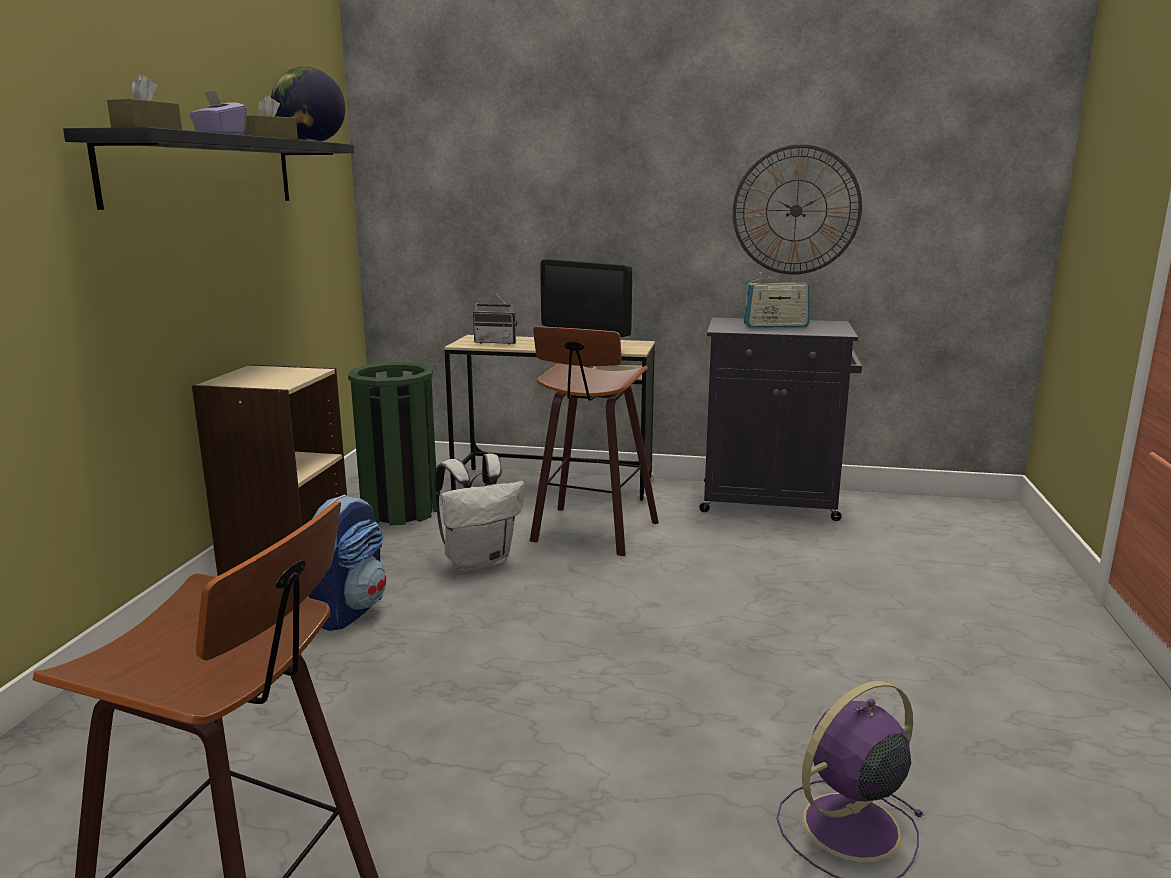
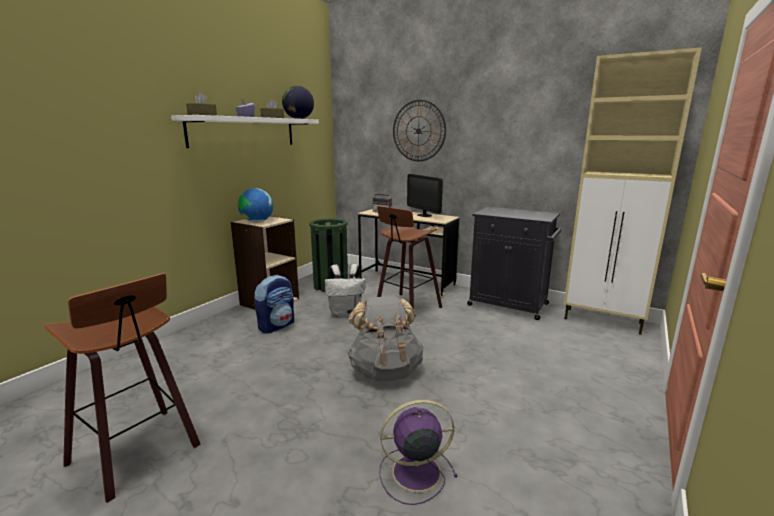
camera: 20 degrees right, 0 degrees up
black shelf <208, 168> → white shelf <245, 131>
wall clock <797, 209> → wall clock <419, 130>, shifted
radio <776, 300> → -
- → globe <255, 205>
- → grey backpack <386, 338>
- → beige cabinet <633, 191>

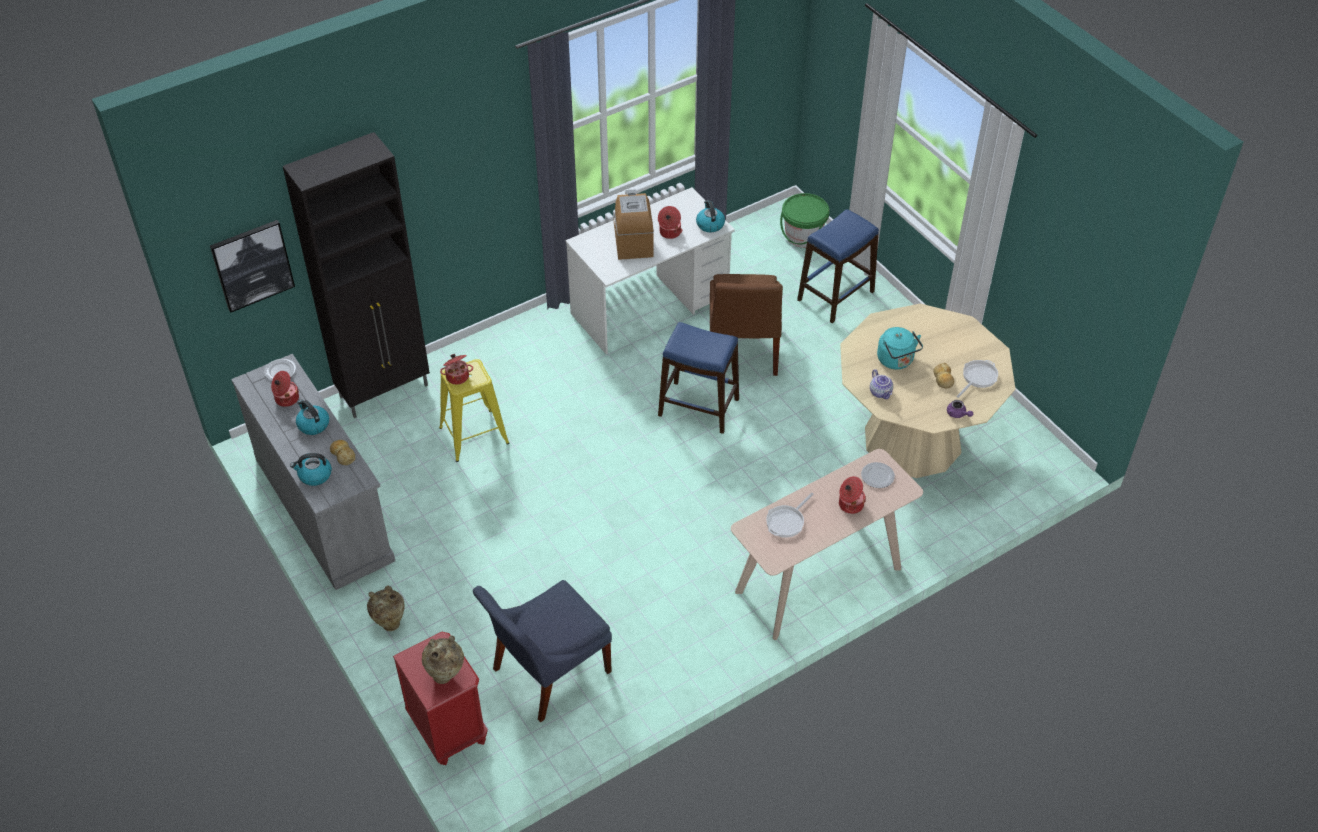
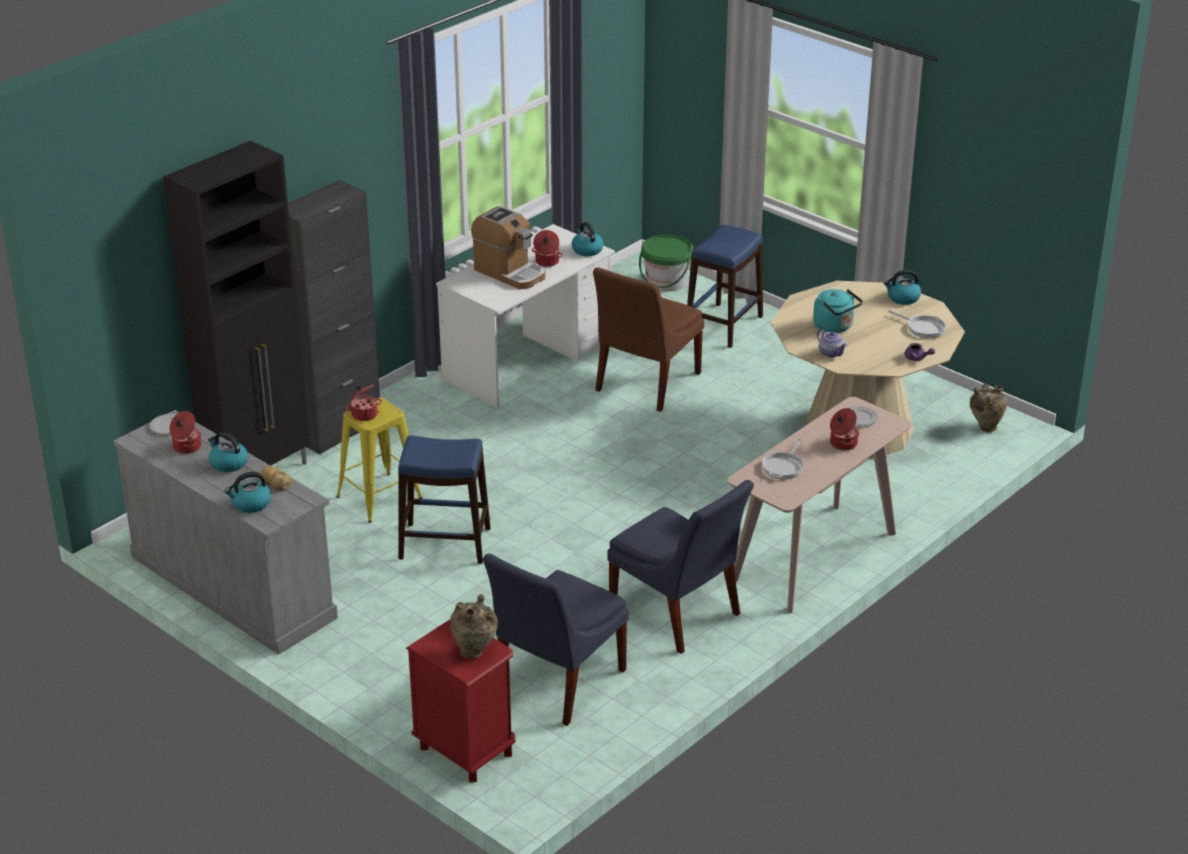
camera: 15 degrees left, 15 degrees down
picture <252, 266> → -
beige vase <386, 608> → beige vase <988, 408>, shifted
coffee machine <634, 224> → coffee machine <508, 247>, 150 degrees clockwise
blue stool <698, 378> → blue stool <444, 499>, shifted
brown chair <746, 325> → brown chair <648, 339>, 45 degrees clockwise
bread <944, 375> → -
frying pan <977, 379> → frying pan <917, 324>, 105 degrees clockwise
- → black cabinet <334, 317>
- → blue chair <680, 567>
- → kettle <902, 287>

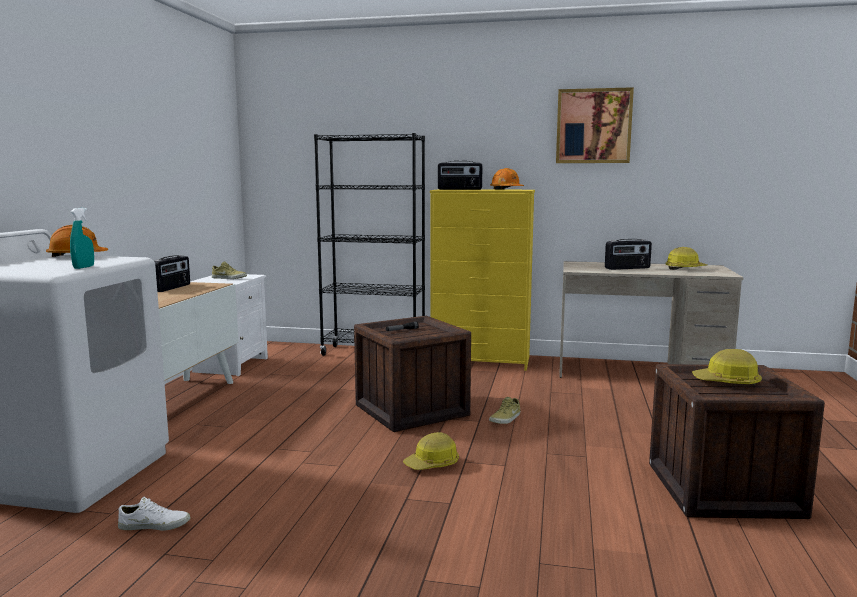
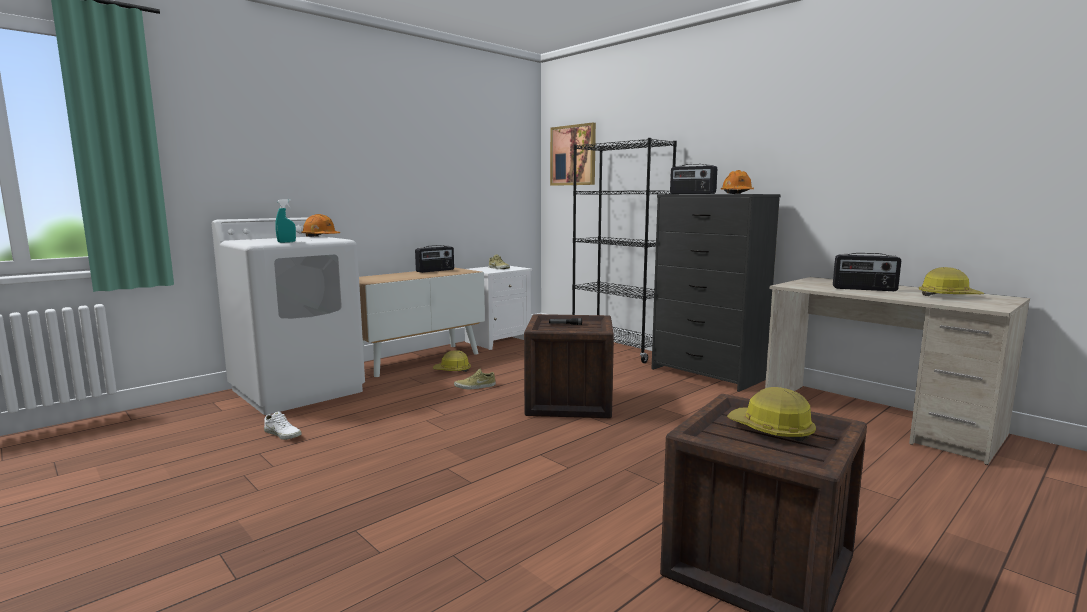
camera: 35 degrees right, 0 degrees up
hard hat <431, 451> → hard hat <452, 361>, shifted
yellow dresser <482, 280> → black dresser <716, 293>
beige shoe <504, 410> → beige shoe <475, 379>, shifted
picture <595, 125> → picture <573, 154>, shifted

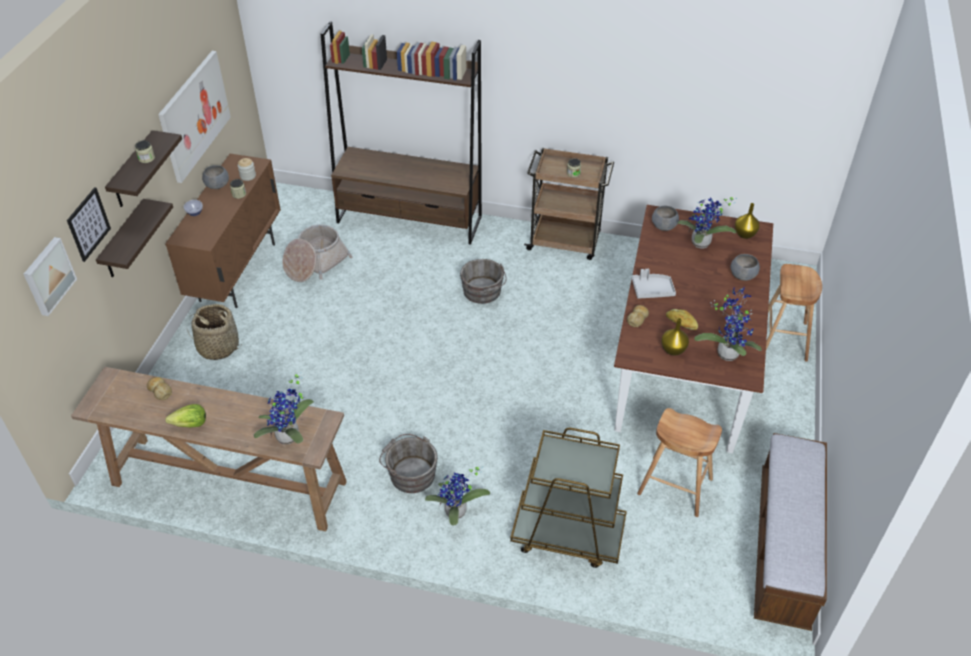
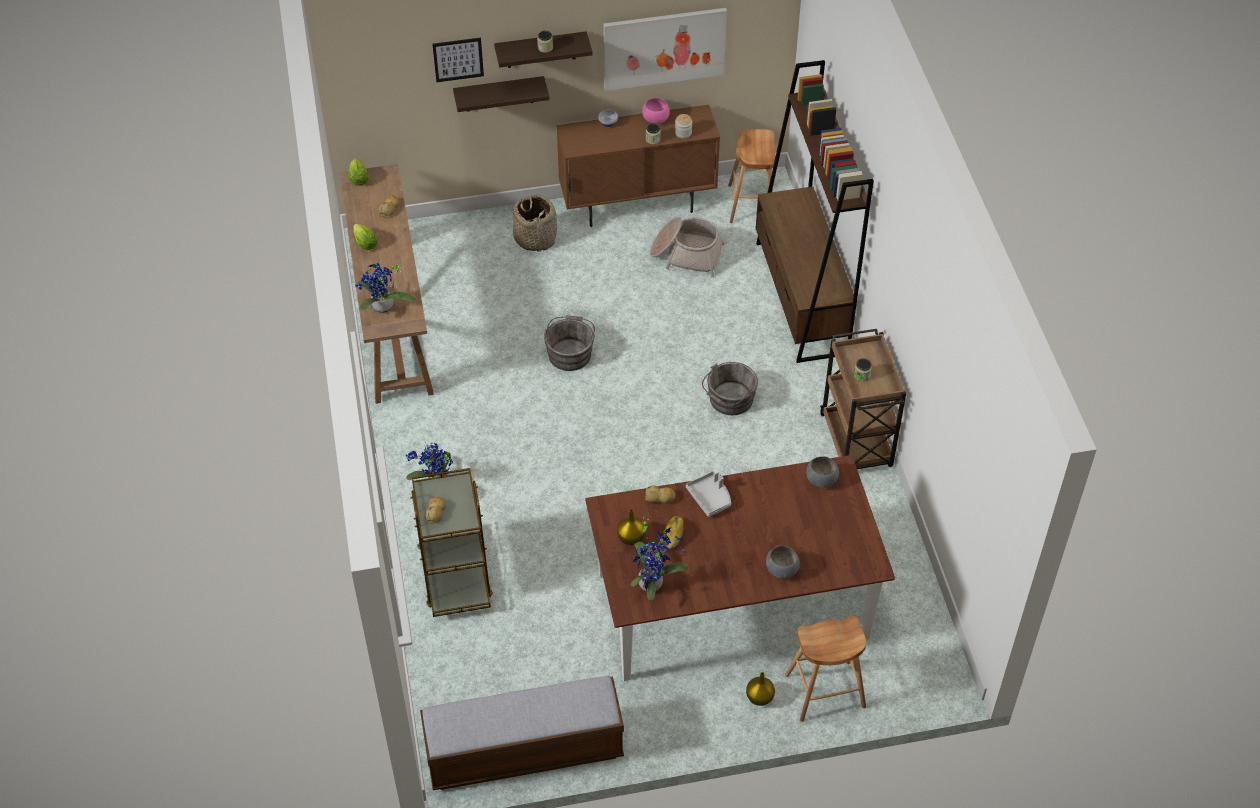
camera: 65 degrees right, 5 degrees up
picture <50, 276> → -
grey bowl <215, 177> → pink bowl <656, 111>
grey bucket <408, 463> → grey bucket <569, 343>, shifted
brown stool <679, 462> → brown stool <752, 176>, shifted
potted plant <707, 222> → -
yellow vase <747, 221> → yellow vase <760, 689>, shifted
- → lettuce <359, 172>
- → bread <435, 510>

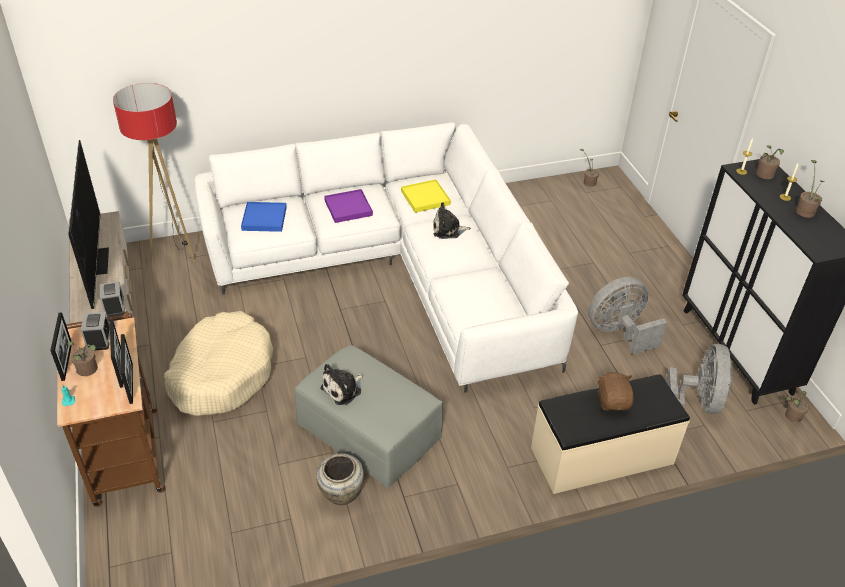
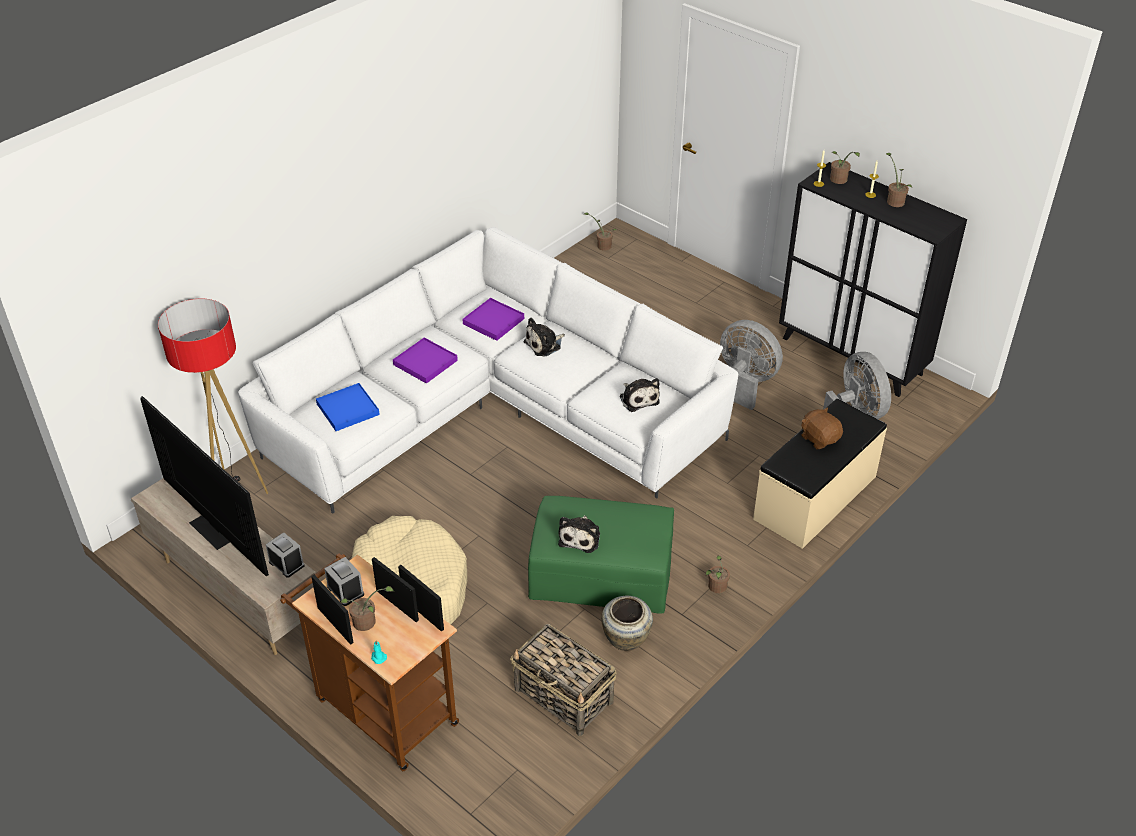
camera: 30 degrees left, 0 degrees up
grey ottoman <369, 416> → green ottoman <601, 555>
yellow tray <426, 196> → purple tray <493, 319>
grey fan <627, 315> → grey fan <751, 365>, 90 degrees clockwise
potted plant <797, 407> → potted plant <718, 574>, shifted
- → basket <563, 680>
- → plush toy <640, 395>

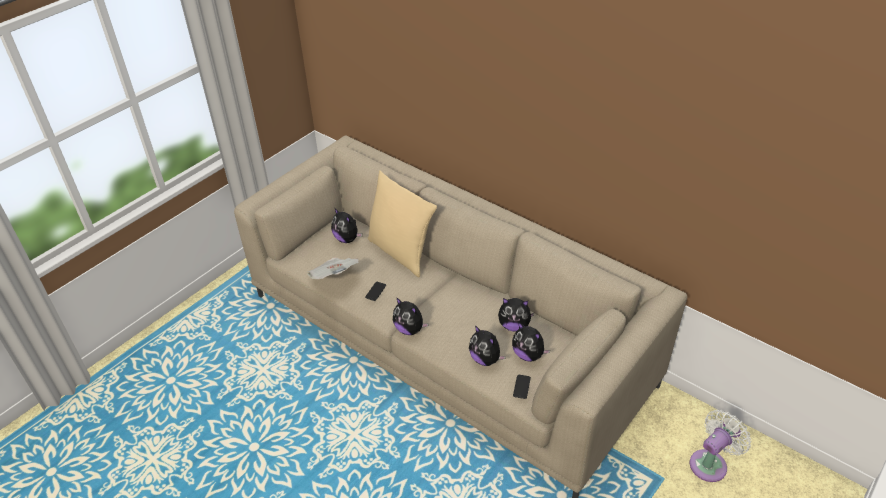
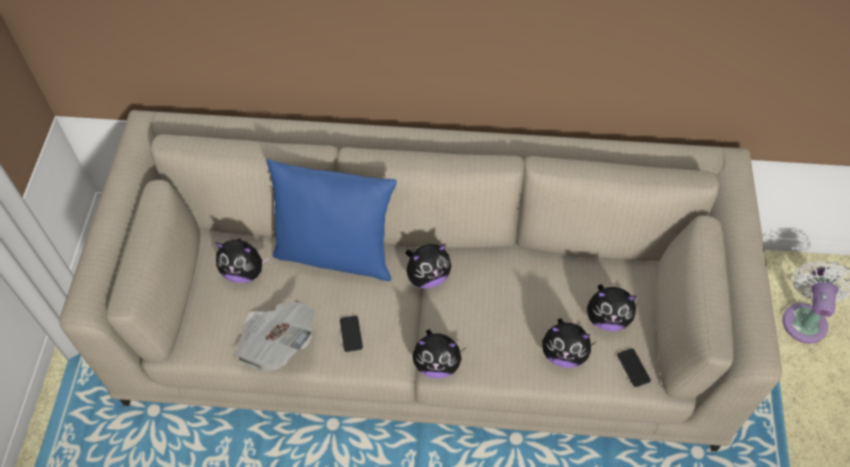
camera: 35 degrees left, 15 degrees up
beige pillow <402, 223> → blue pillow <331, 220>
plush toy <516, 314> → plush toy <428, 266>, shifted

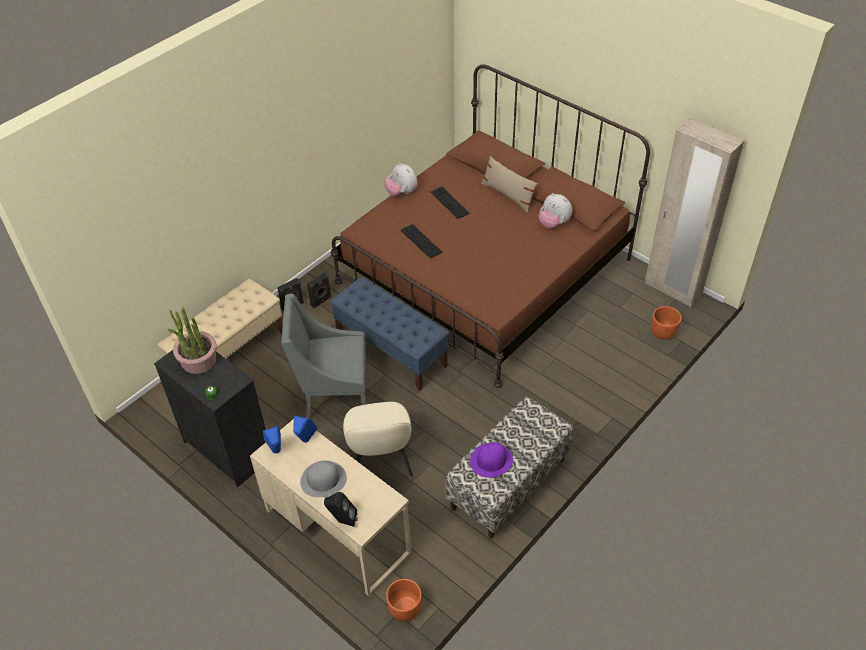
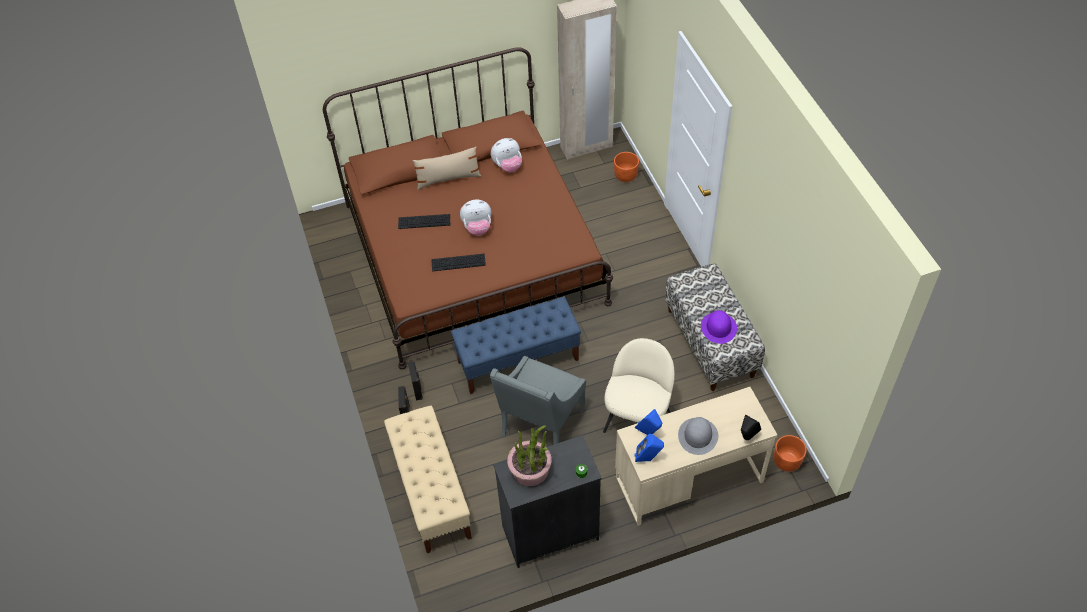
camera: 60 degrees left, 5 degrees up
beige chair <378, 439> → beige chair <639, 385>, 90 degrees counterclockwise
plush toy <400, 179> → plush toy <475, 217>, shifted

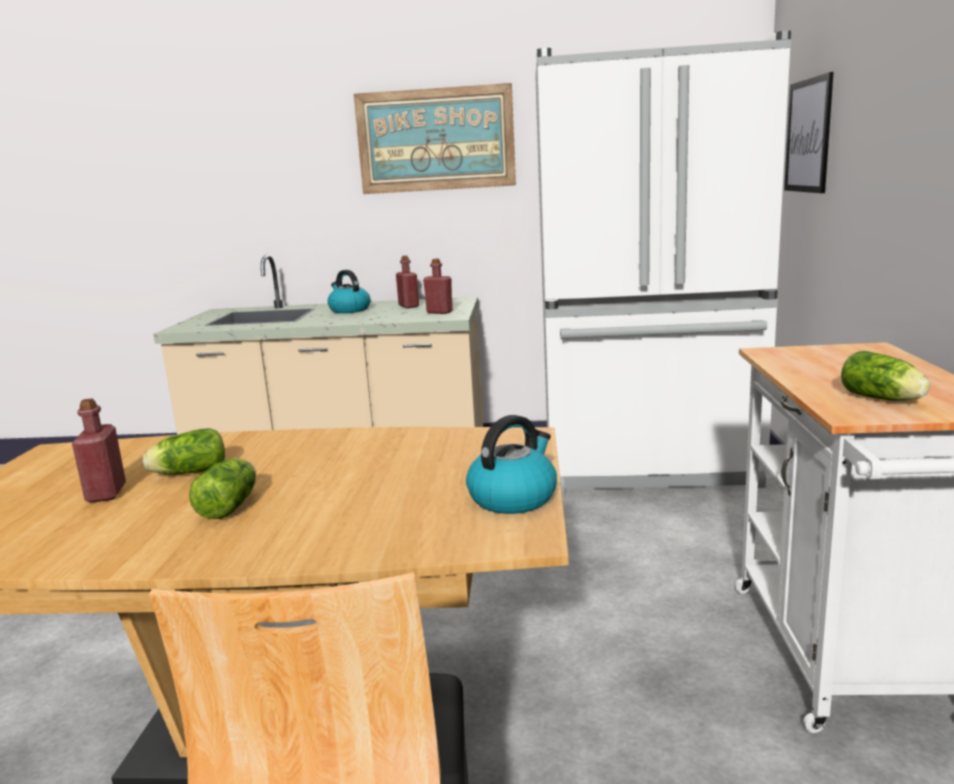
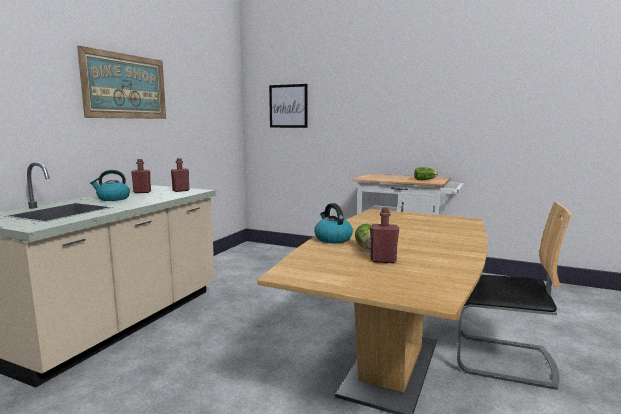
camera: 70 degrees left, 5 degrees down
lettuce <222, 488> → -
kettle <511, 464> → kettle <333, 223>, shifted
white fridge <663, 262> → -

